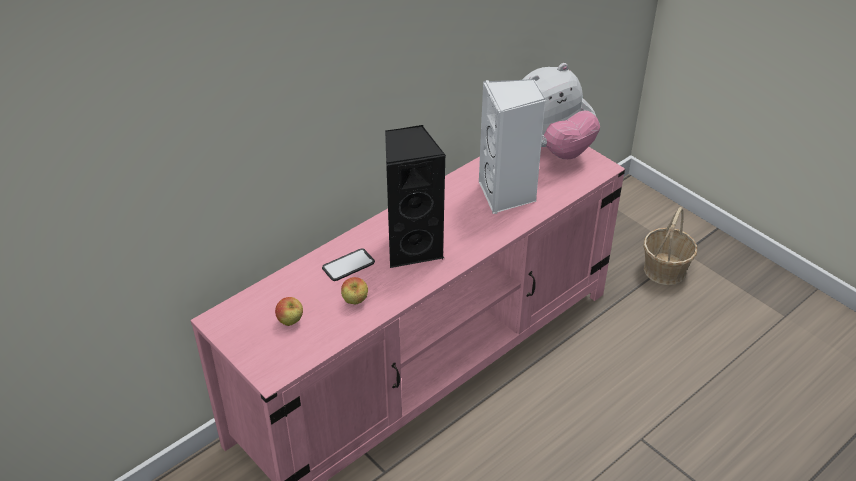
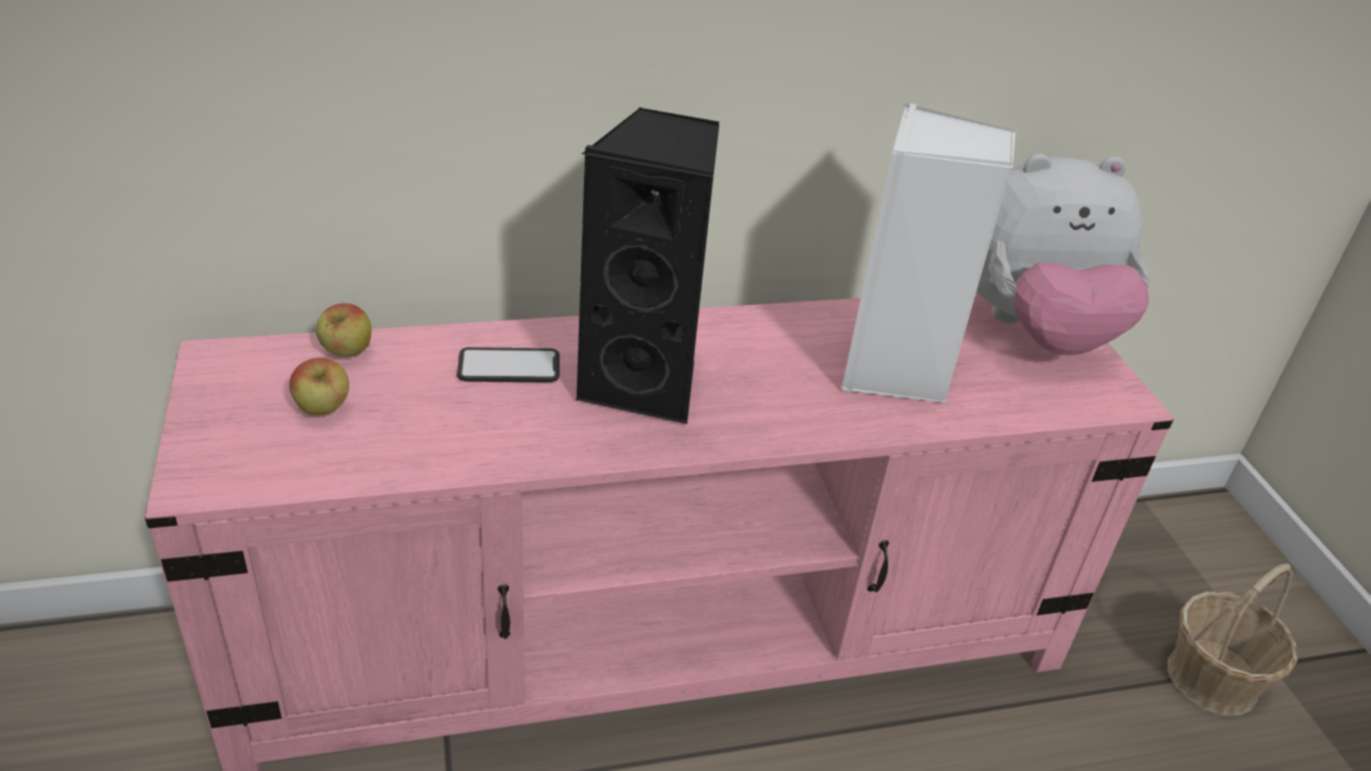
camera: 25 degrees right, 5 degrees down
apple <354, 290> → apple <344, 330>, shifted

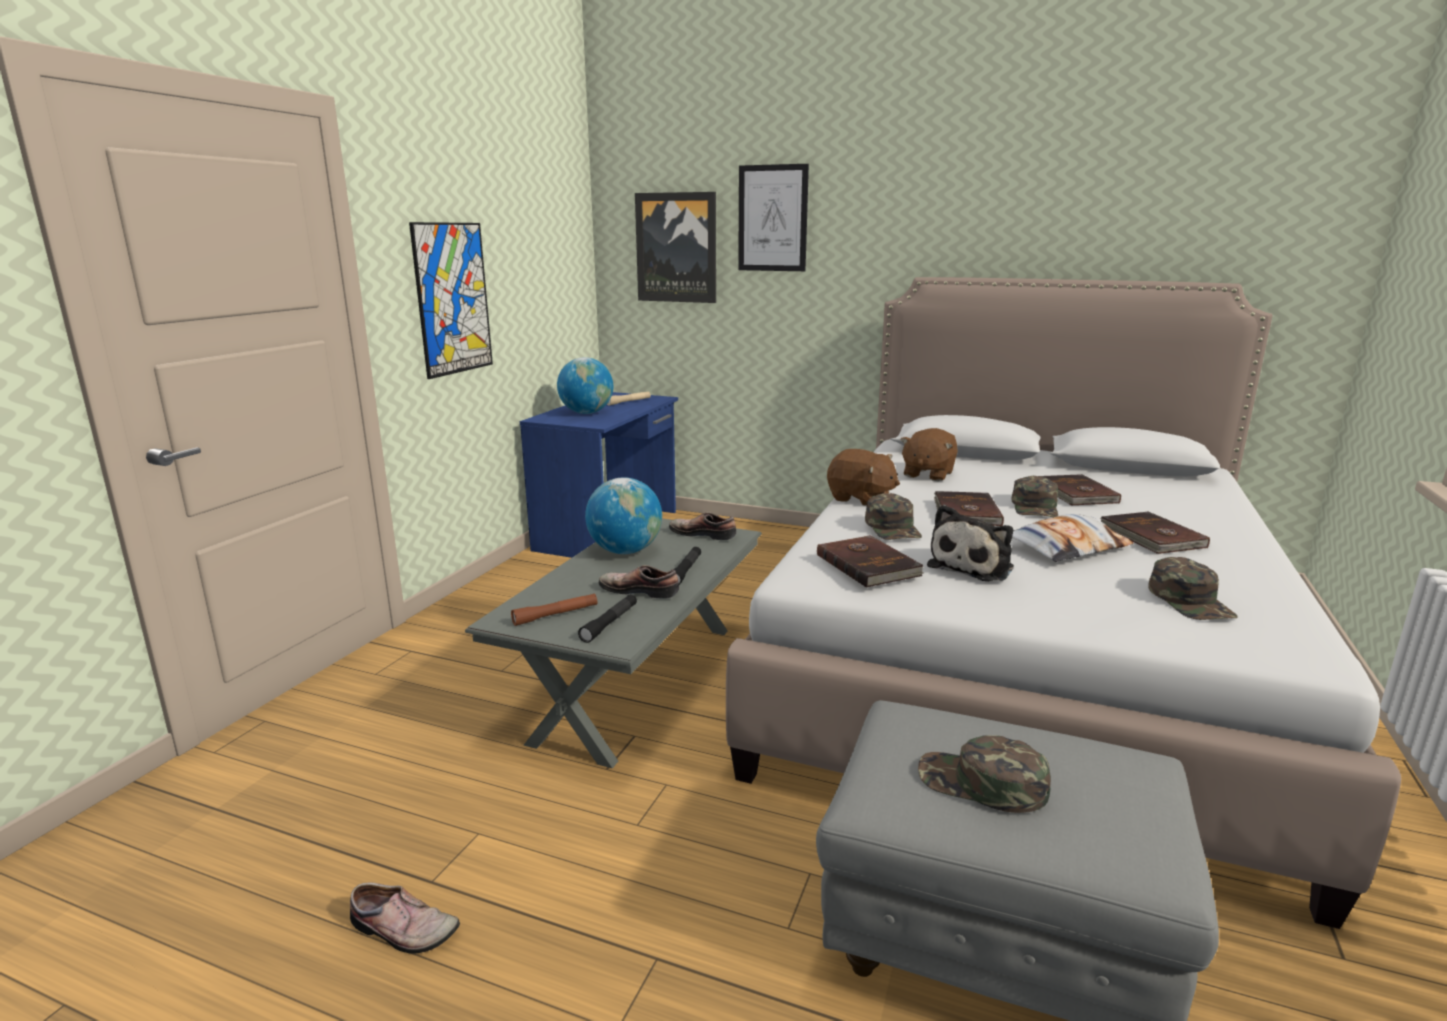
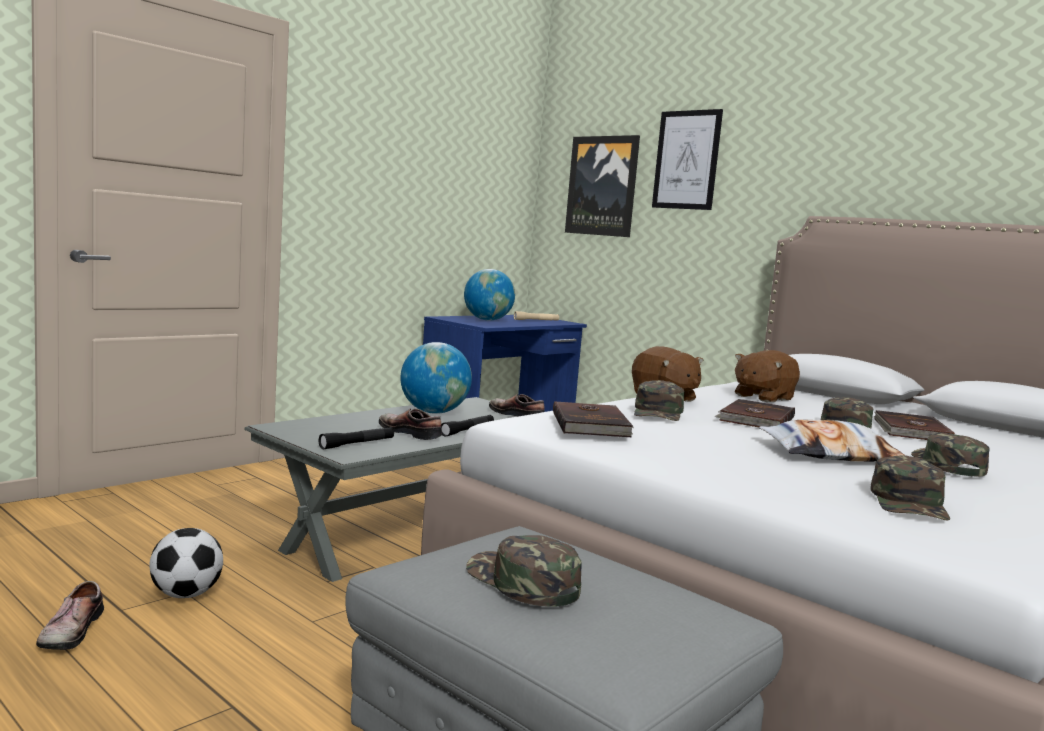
camera: 20 degrees right, 10 degrees down
shoe <405, 918> → shoe <70, 615>, 45 degrees clockwise
picture <451, 300> → -
brown flashlight <554, 610> → -
plush toy <970, 543> → -
brown book <1155, 532> → green cap <950, 454>
- → football <186, 563>

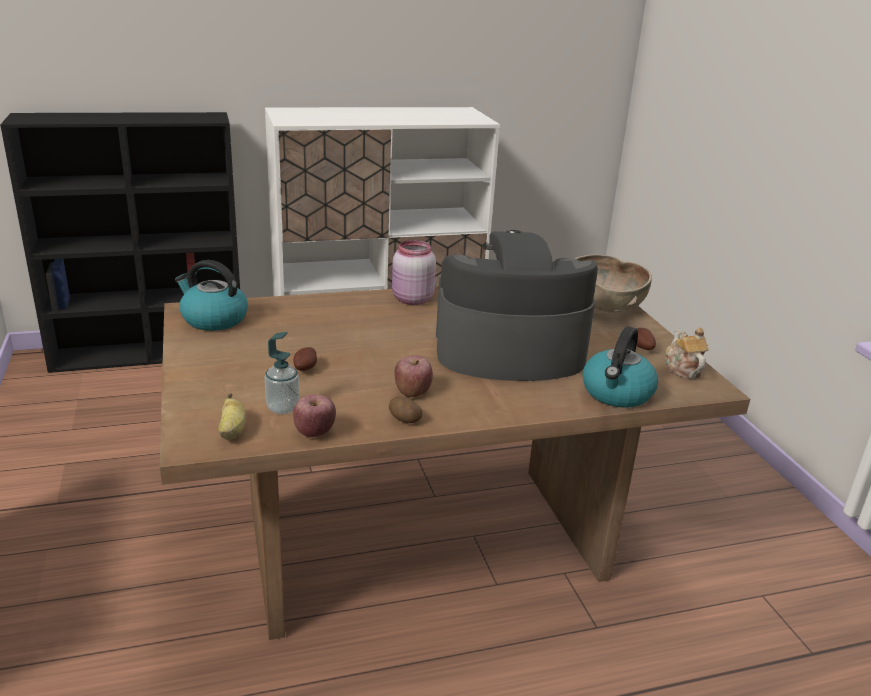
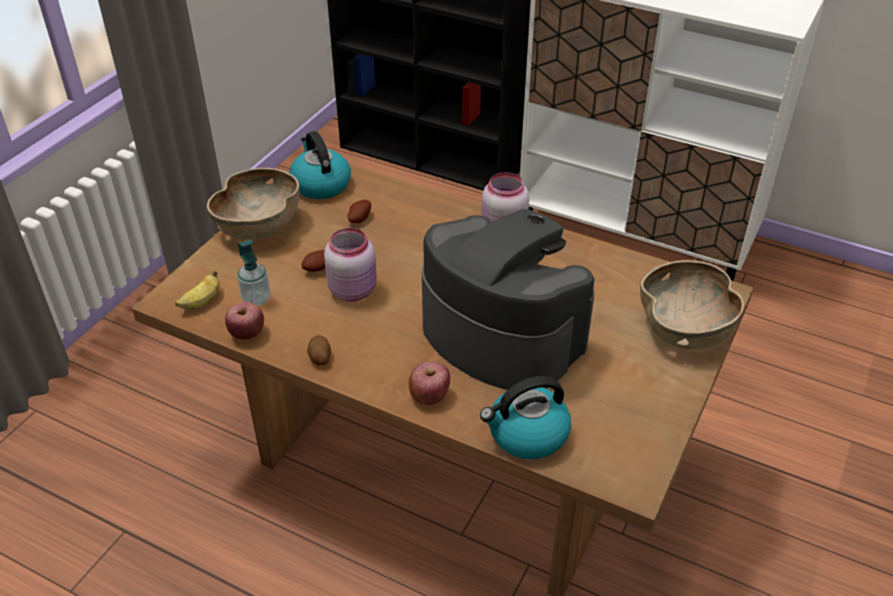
camera: 45 degrees right, 15 degrees up
apple <413, 376> → apple <429, 383>, shifted
potato <646, 339> → potato <359, 211>, shifted
teapot <687, 353> → -
- → brown bowl <253, 204>
- → pink jar <350, 265>

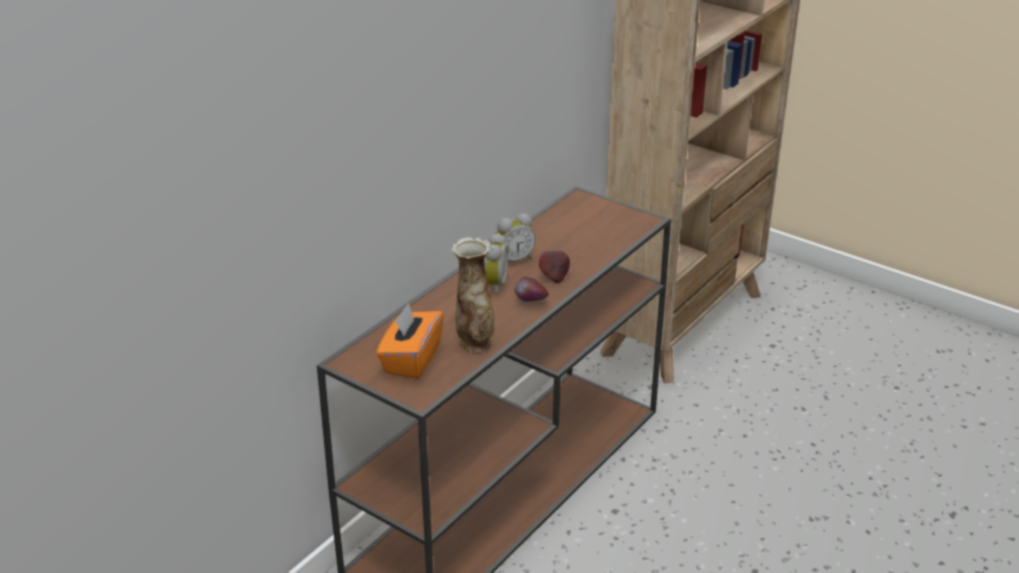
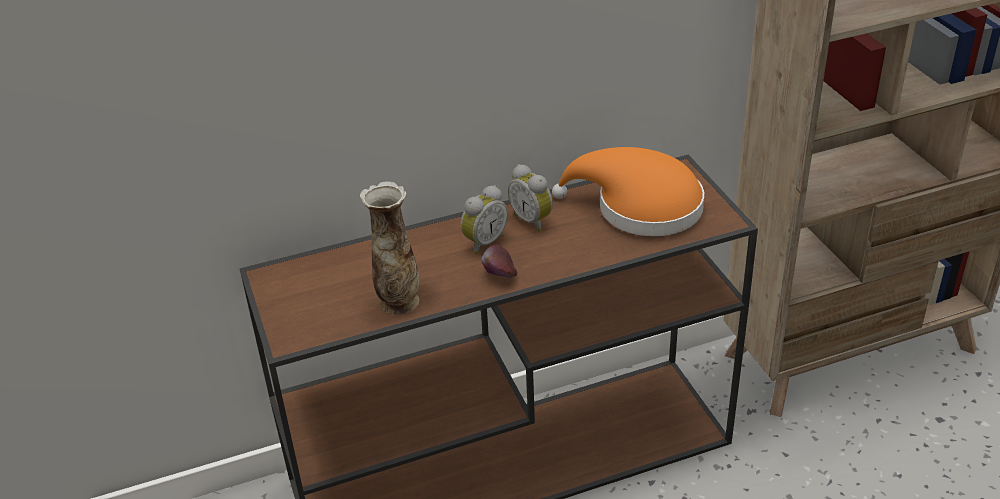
camera: 35 degrees right, 5 degrees up
orange tissue box <410, 341> → -
alarm clock <515, 237> → alarm clock <530, 198>, 45 degrees clockwise
apple <554, 266> → -
- → orange hat <628, 191>

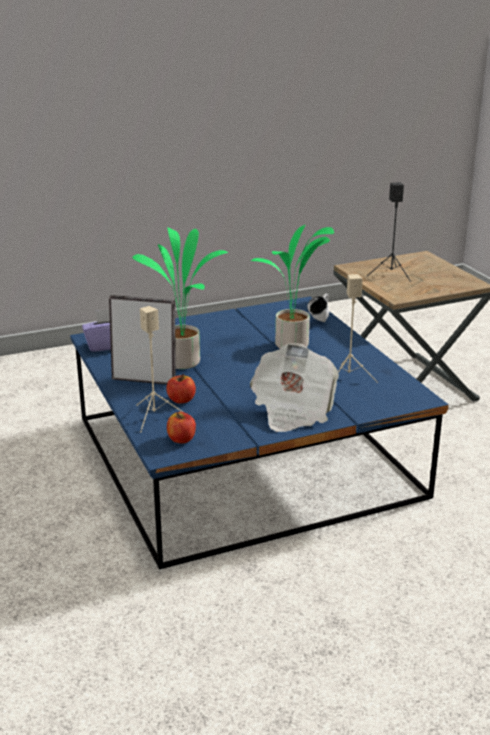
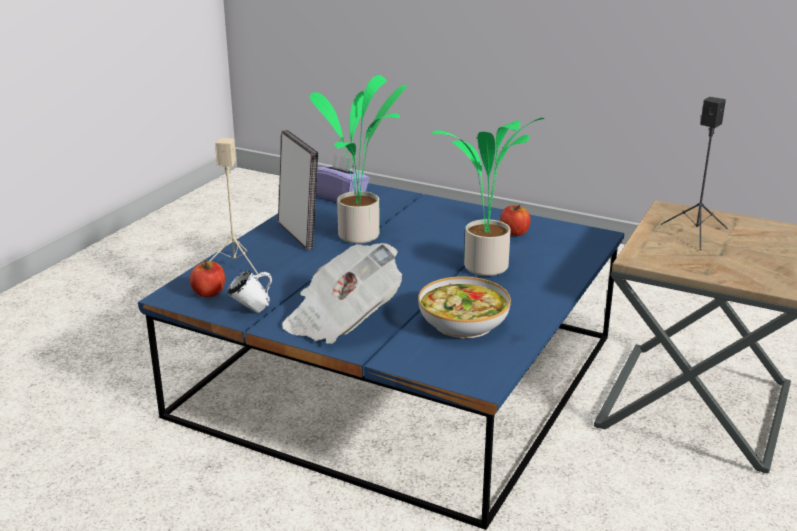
camera: 50 degrees right, 0 degrees up
apple <181, 389> → apple <515, 220>, shifted
white mug <318, 308> → white mug <249, 292>, shifted
beige speaker <358, 328> → bowl <464, 307>

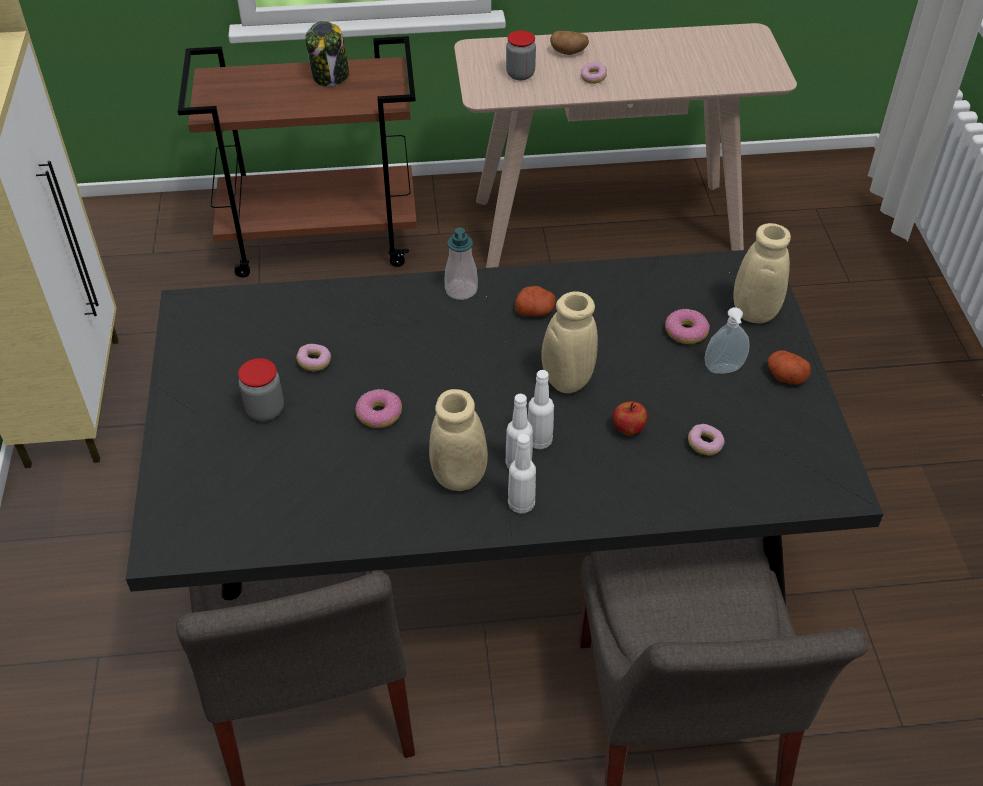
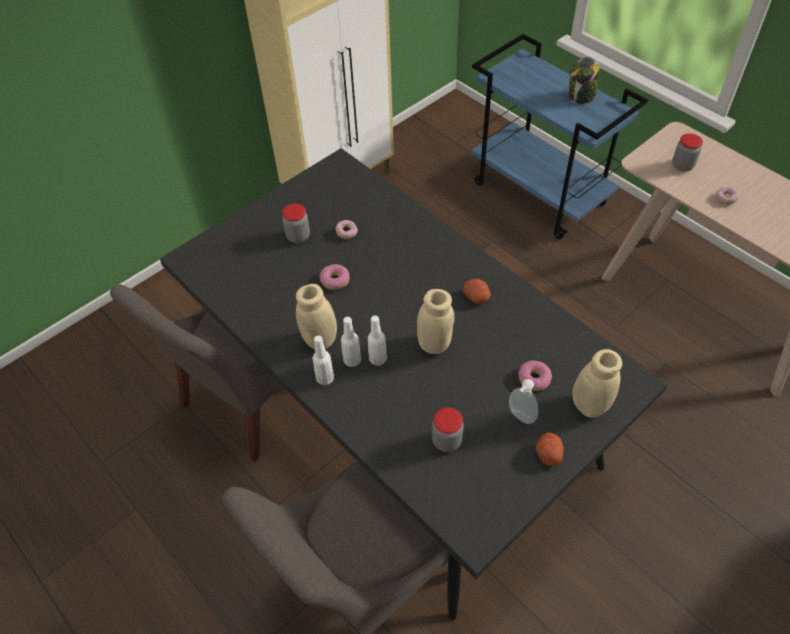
camera: 55 degrees right, 5 degrees up
brown cart <297, 156> → blue cart <560, 136>
soap dispenser <461, 263> → -
potato <569, 43> → -
apple <630, 418> → -
donut <706, 440> → jar <448, 429>

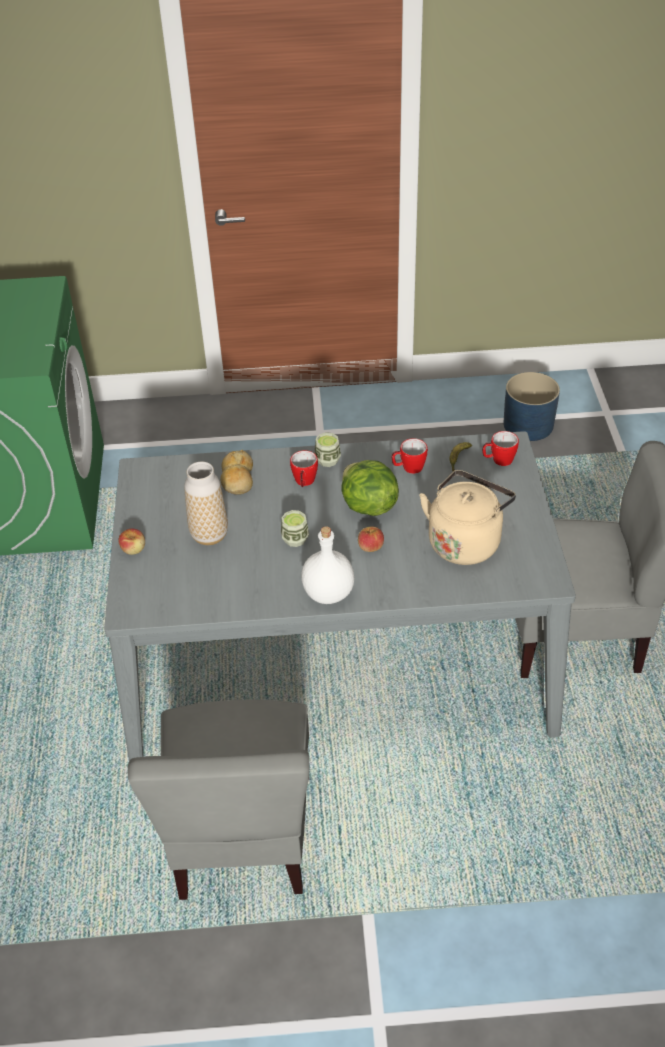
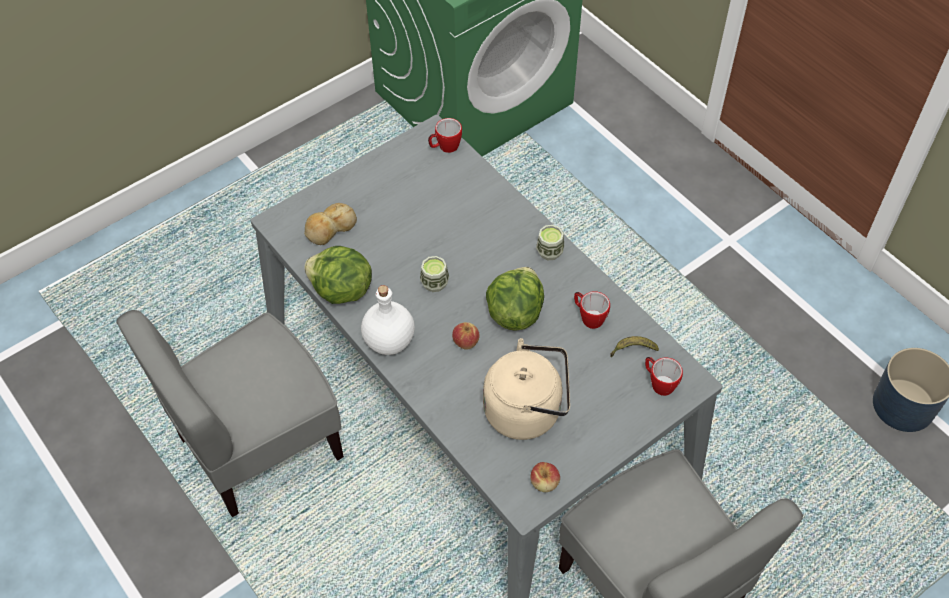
camera: 55 degrees right, 10 degrees up
apple <131, 541> → apple <545, 477>, shifted
vase <206, 503> → -
bread <236, 472> → bread <330, 224>, shifted
mug <304, 468> → mug <445, 135>, shifted
- → lettuce <338, 275>

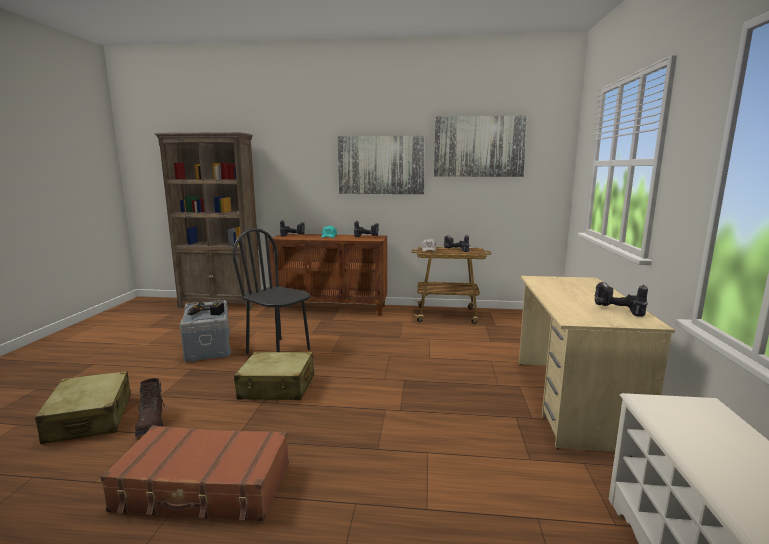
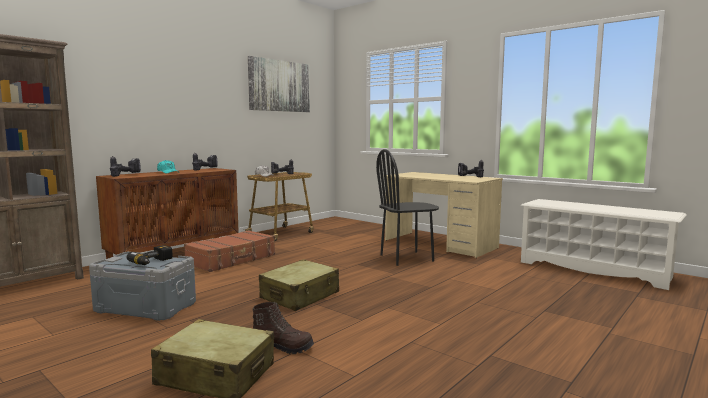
camera: 55 degrees left, 5 degrees down
brown suitcase <194, 473> → brown suitcase <229, 251>, shifted
black chair <271, 291> → black chair <407, 207>, shifted
picture <381, 165> → -

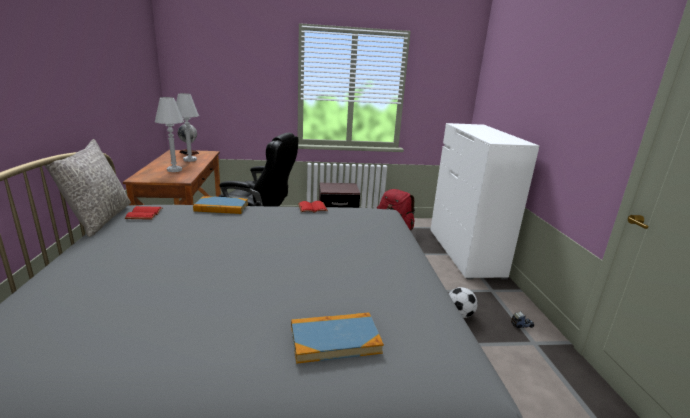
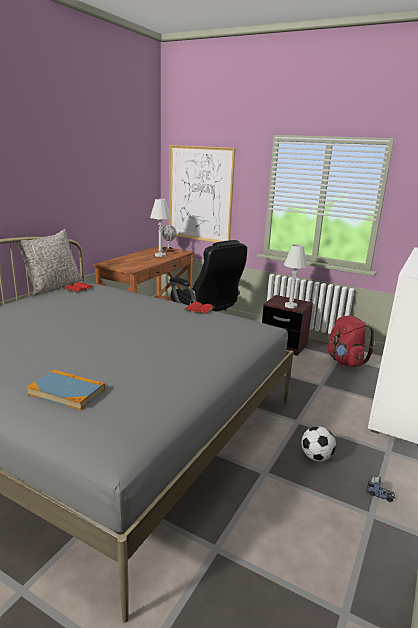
camera: 35 degrees right, 0 degrees up
white table lamp <169, 134> → white table lamp <295, 276>, shifted
book <220, 205> → -
- → picture <202, 194>

